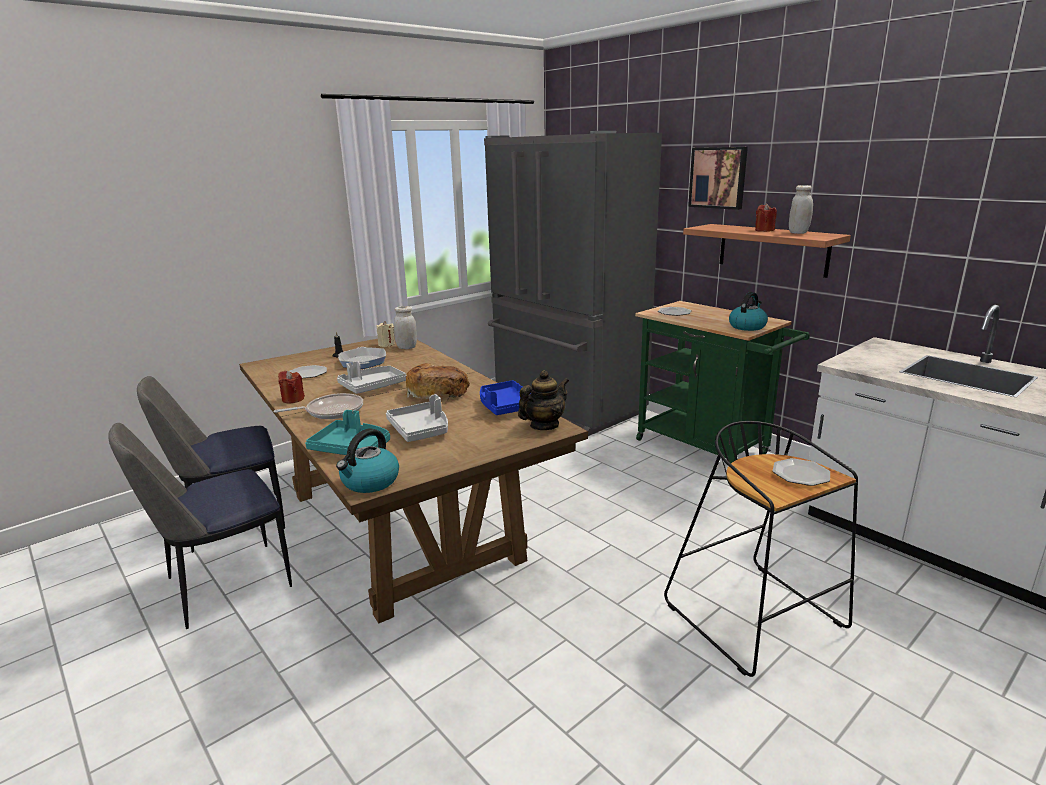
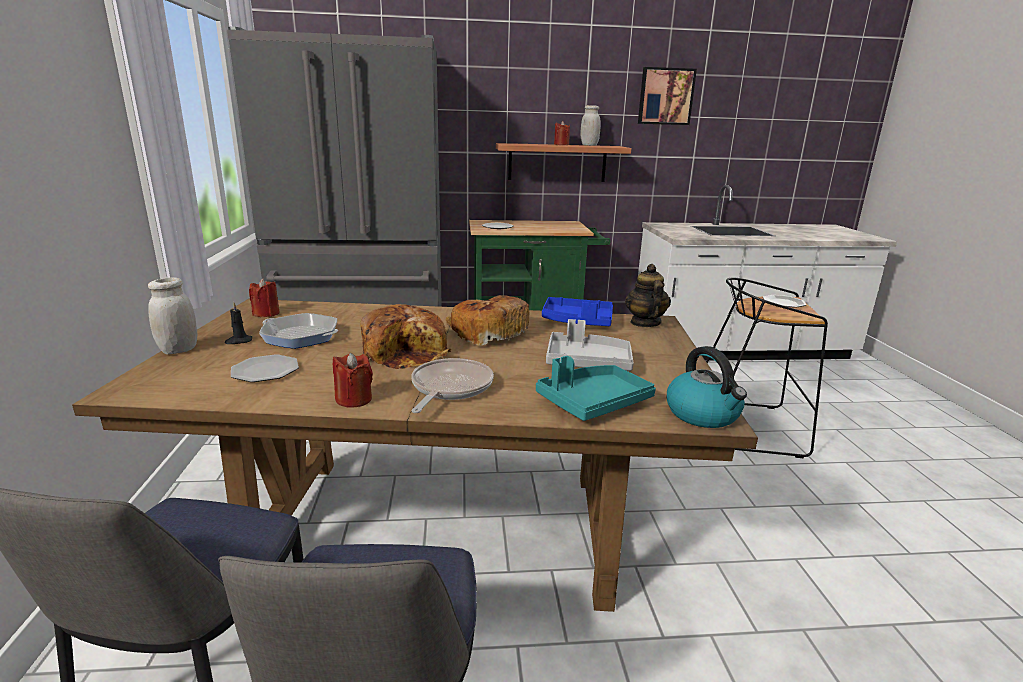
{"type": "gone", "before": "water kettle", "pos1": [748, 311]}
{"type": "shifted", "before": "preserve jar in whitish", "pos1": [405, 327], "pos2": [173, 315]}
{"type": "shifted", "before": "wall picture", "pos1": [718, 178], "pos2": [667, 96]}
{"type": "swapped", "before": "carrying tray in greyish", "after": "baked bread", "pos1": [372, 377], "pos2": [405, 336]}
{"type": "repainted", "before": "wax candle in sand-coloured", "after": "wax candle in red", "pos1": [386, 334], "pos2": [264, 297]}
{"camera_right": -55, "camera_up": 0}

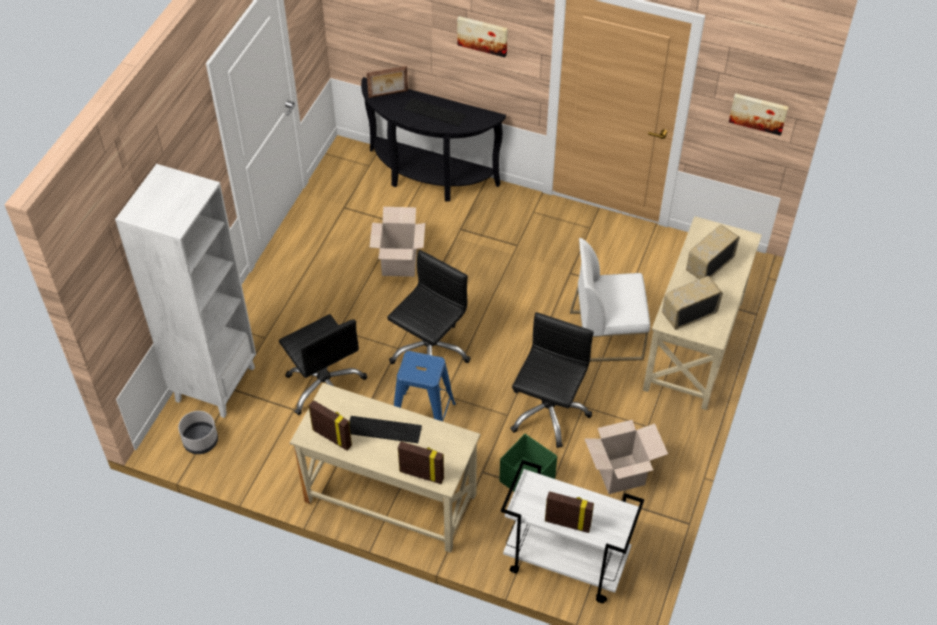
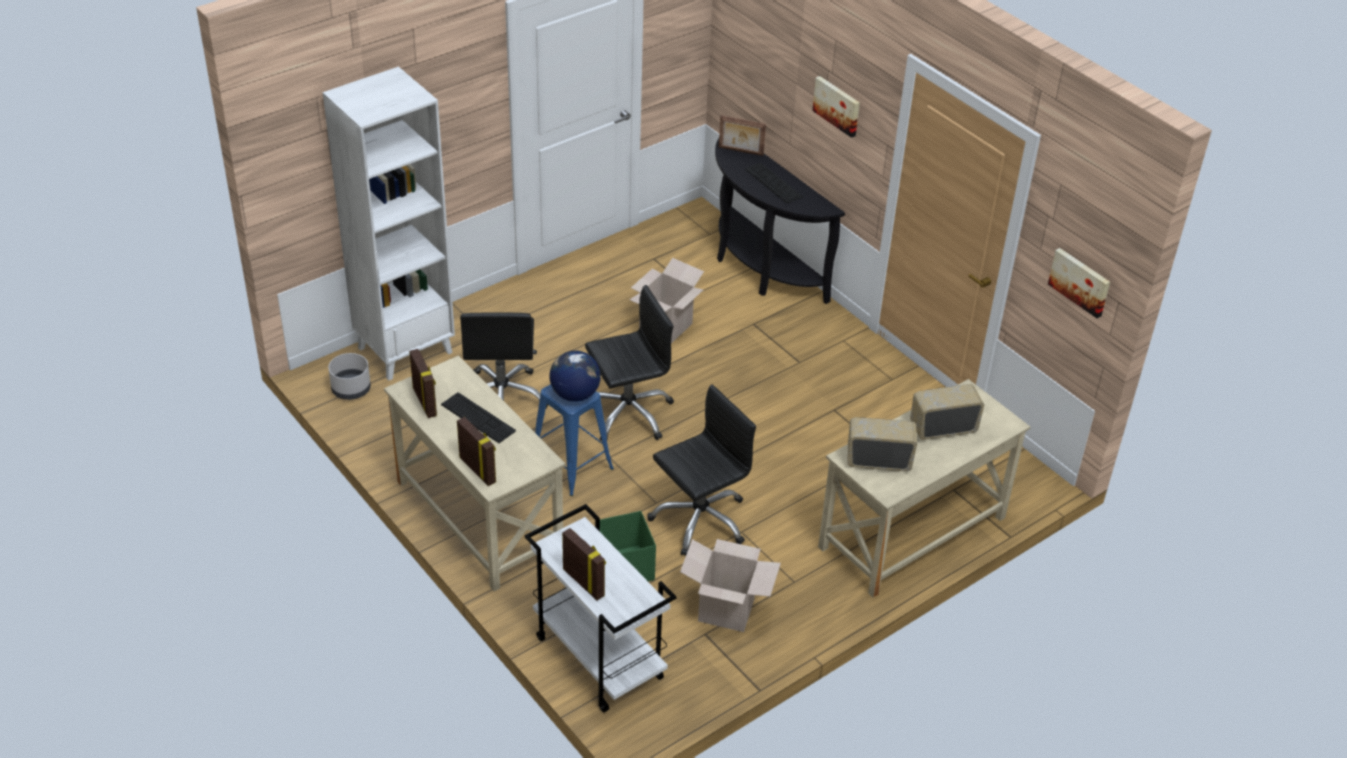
{"type": "gone", "before": "upright chair in whitish", "pos1": [610, 300]}
{"type": "new", "after": "desk globe", "pos2": [575, 376]}
{"camera_right": 30, "camera_up": -10}

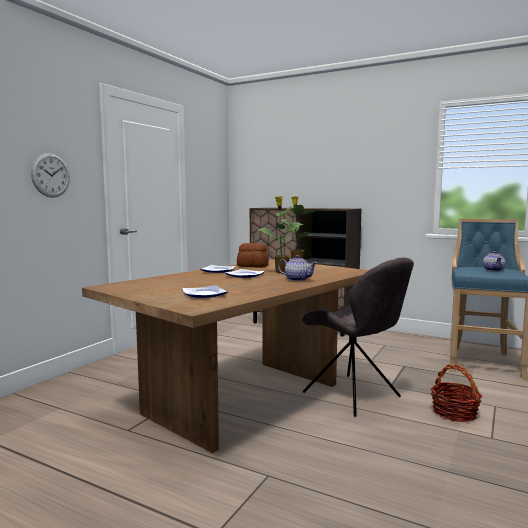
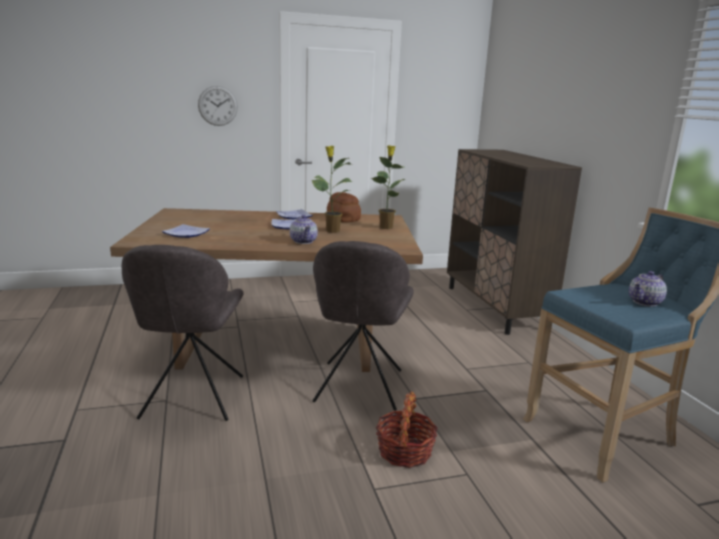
{"type": "new", "after": "upright chair in greyish", "pos2": [182, 333]}
{"camera_right": 45, "camera_up": 10}

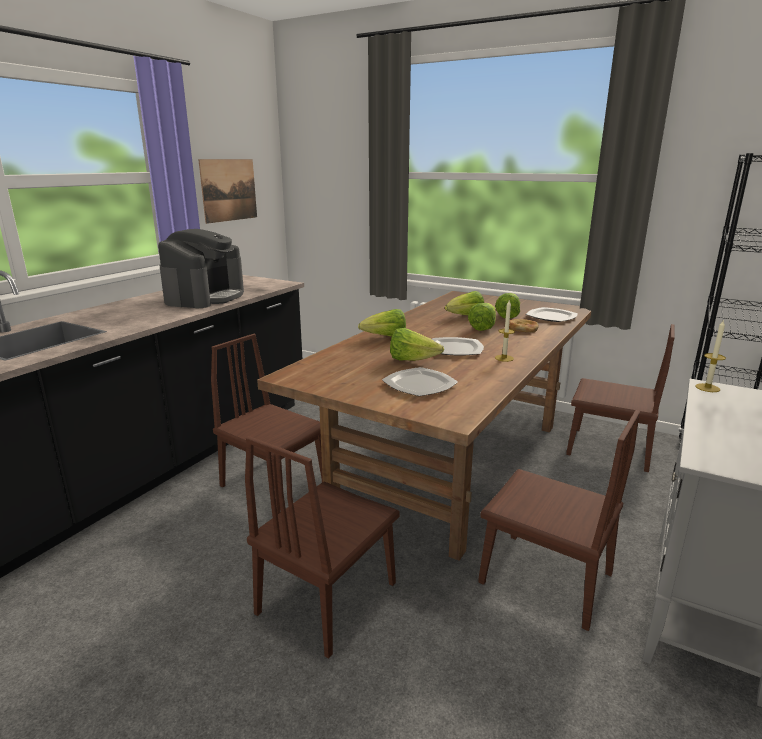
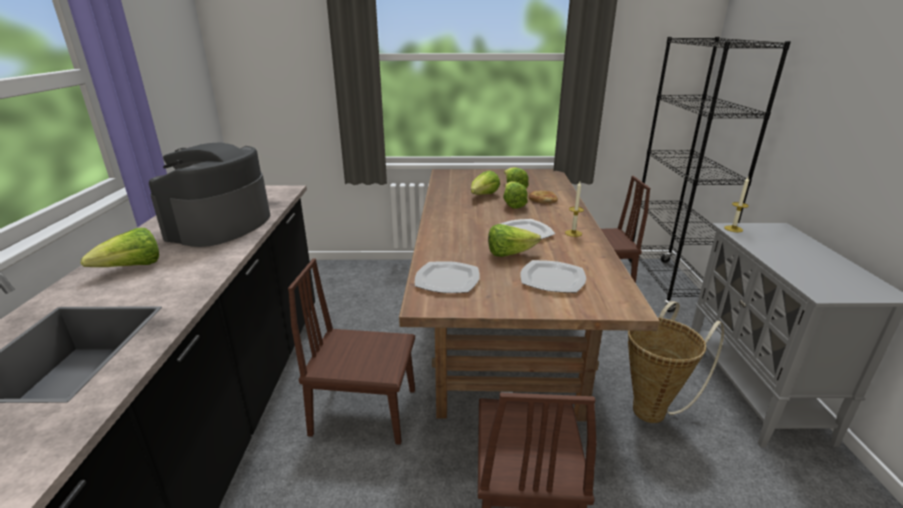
{"type": "gone", "before": "wall picture", "pos1": [227, 191]}
{"type": "shifted", "before": "head of lettuce", "pos1": [382, 323], "pos2": [120, 247]}
{"type": "shifted", "before": "plate", "pos1": [552, 314], "pos2": [447, 277]}
{"type": "swapped", "before": "upright chair in brown", "after": "household basket", "pos1": [559, 520], "pos2": [676, 362]}
{"type": "rotated", "before": "coffee maker", "pos1": [201, 268], "pos2": [210, 194], "turn": -150}
{"camera_right": -30, "camera_up": 5}

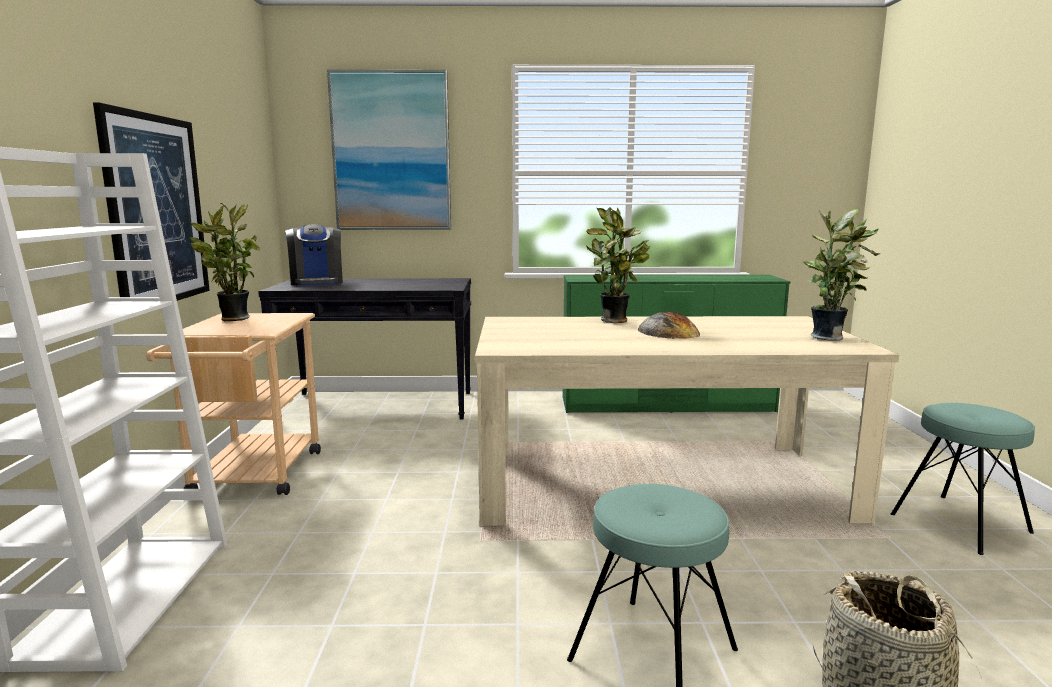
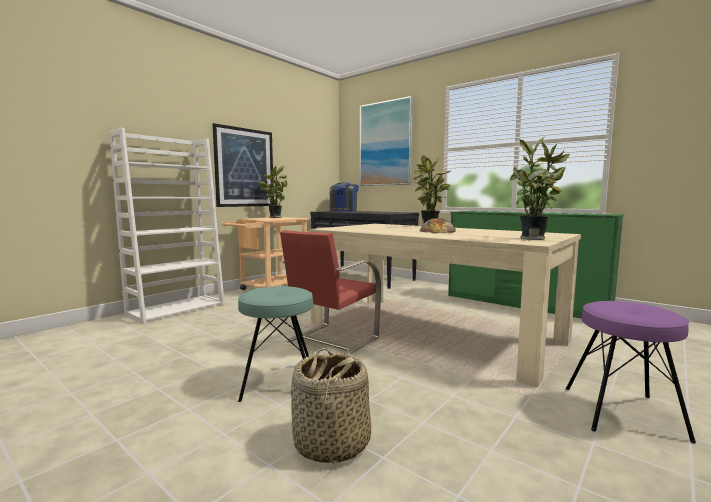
{"type": "new", "after": "upright chair in red", "pos2": [330, 292]}
{"type": "repainted", "before": "stool in blue-green", "after": "stool in purplish", "pos1": [963, 479], "pos2": [630, 372]}
{"camera_right": 40, "camera_up": -5}

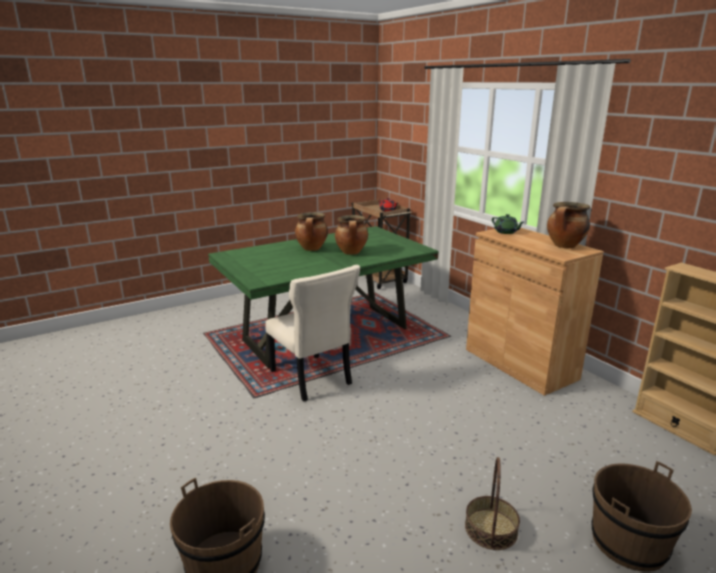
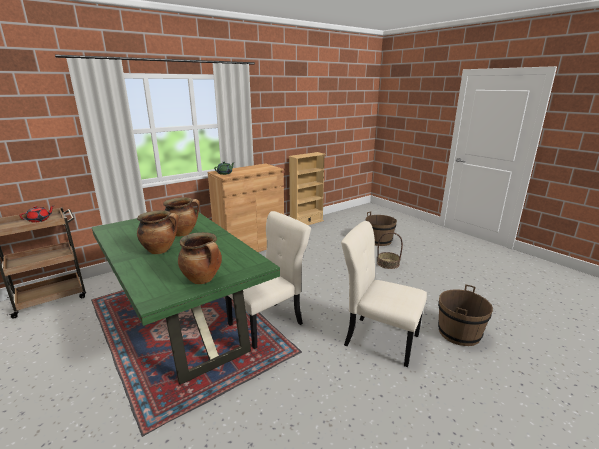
{"type": "new", "after": "upright chair in sand-coloured", "pos2": [384, 294]}
{"type": "shifted", "before": "stockpot", "pos1": [568, 225], "pos2": [200, 258]}
{"camera_right": -95, "camera_up": 0}

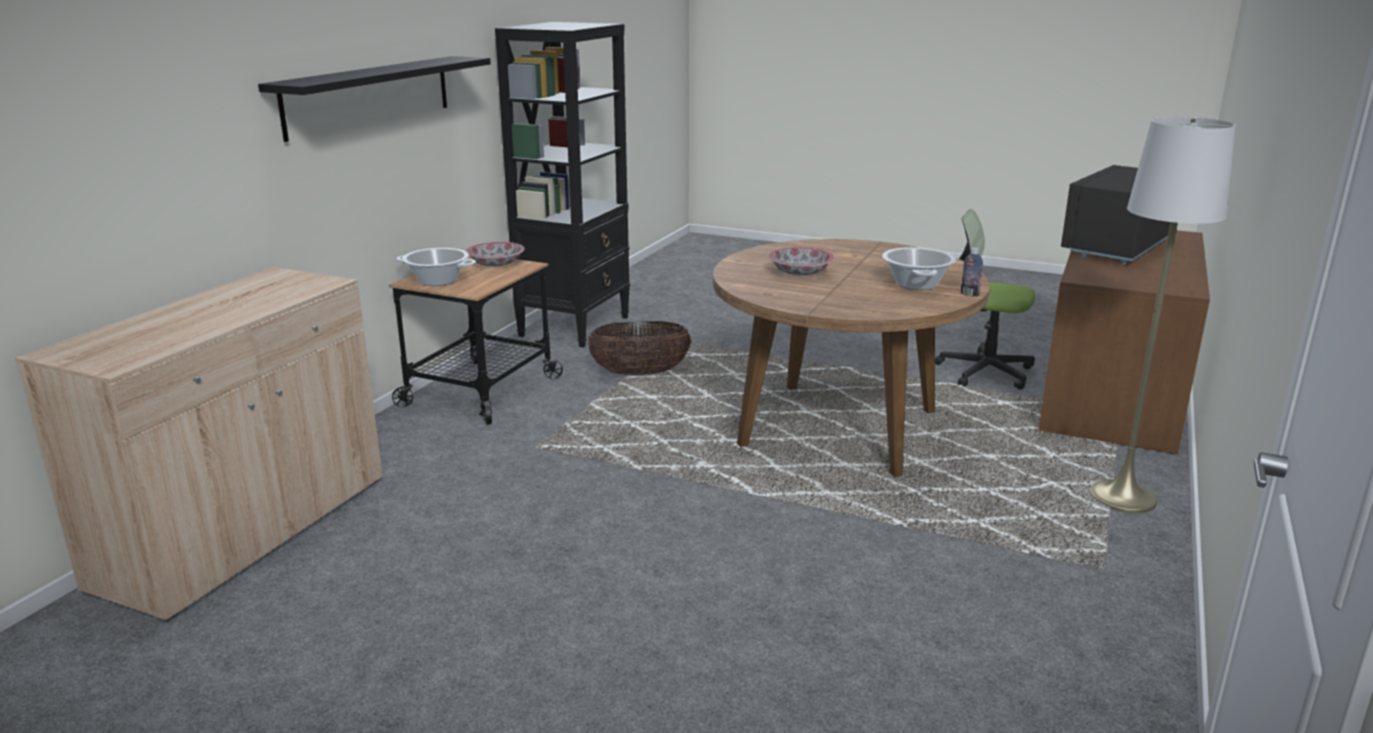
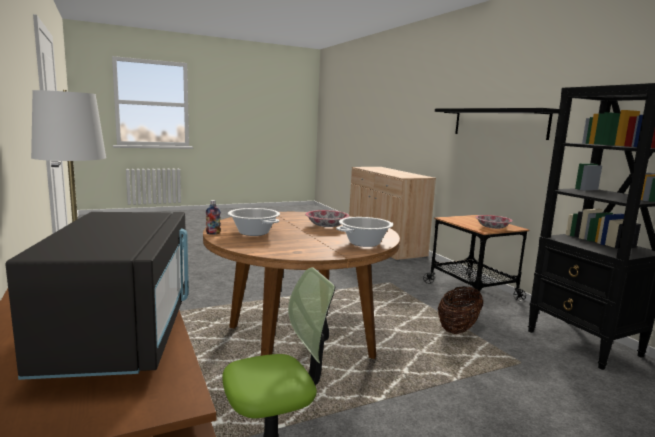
{"type": "shifted", "before": "stockpot", "pos1": [436, 267], "pos2": [364, 232]}
{"camera_right": 130, "camera_up": -10}

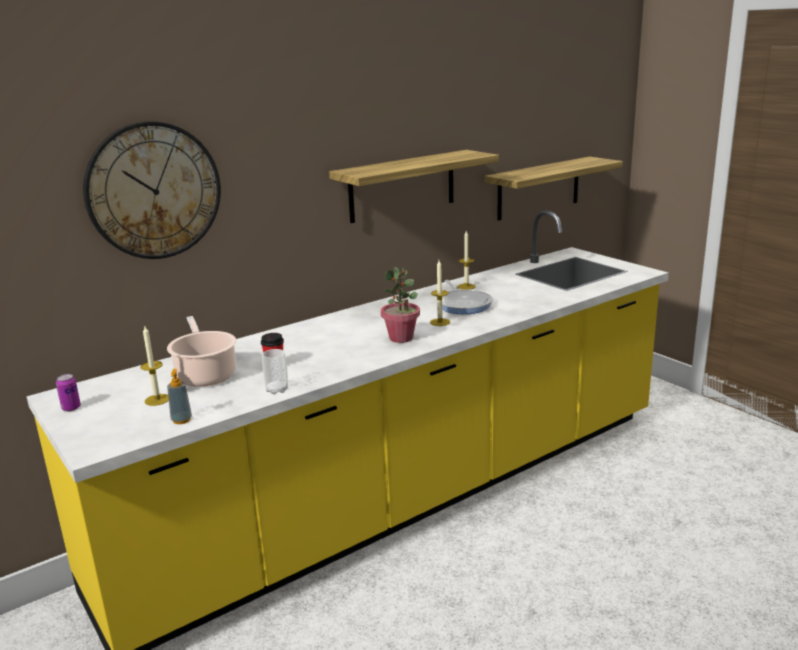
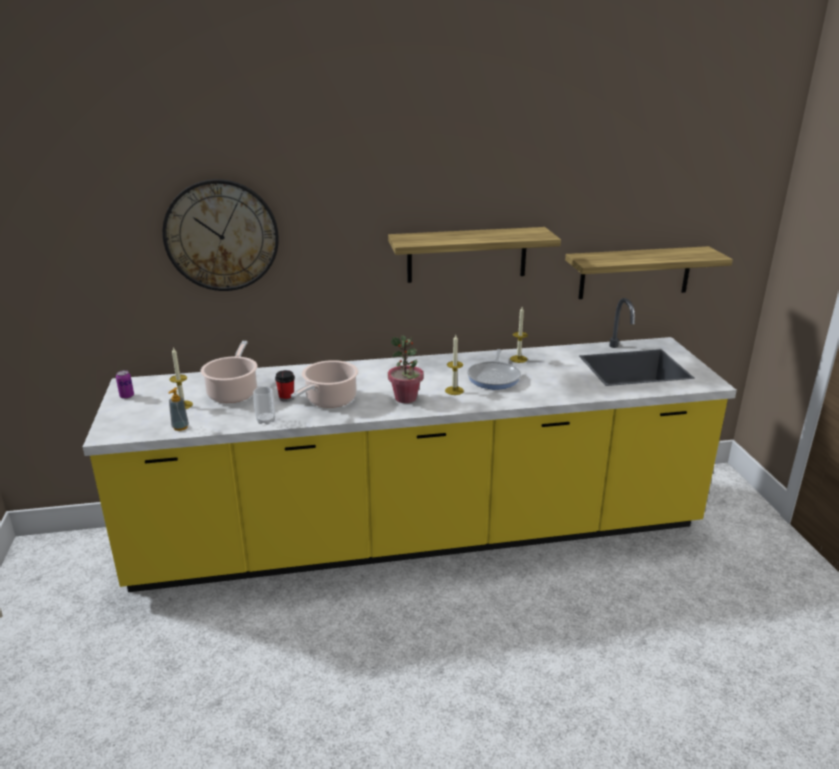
{"type": "new", "after": "stockpot", "pos2": [324, 384]}
{"camera_right": 25, "camera_up": 5}

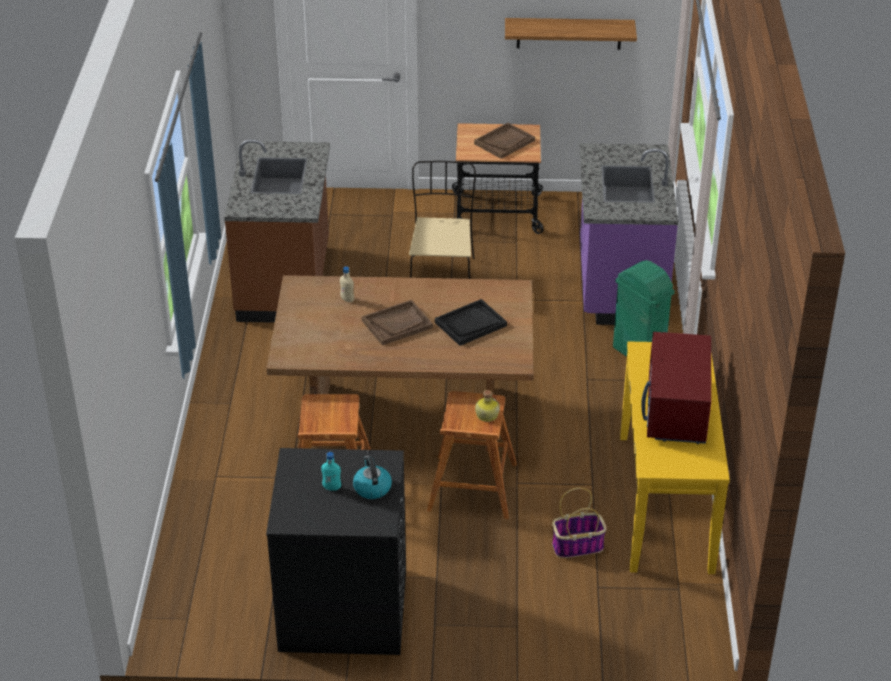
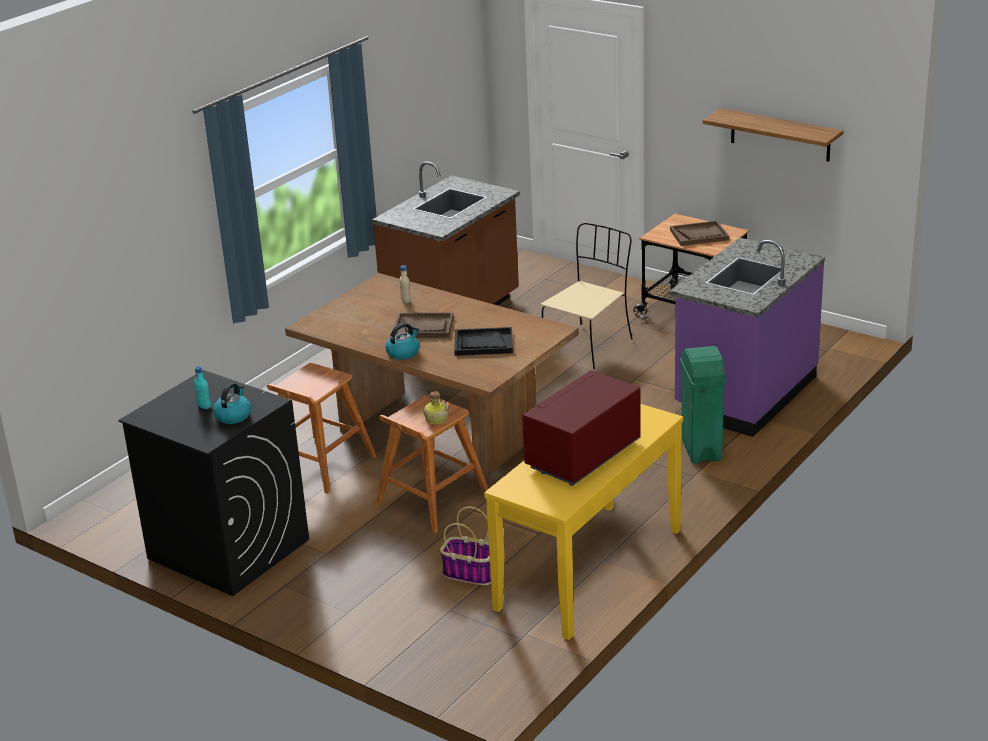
{"type": "new", "after": "water kettle", "pos2": [402, 341]}
{"camera_right": 35, "camera_up": -10}

